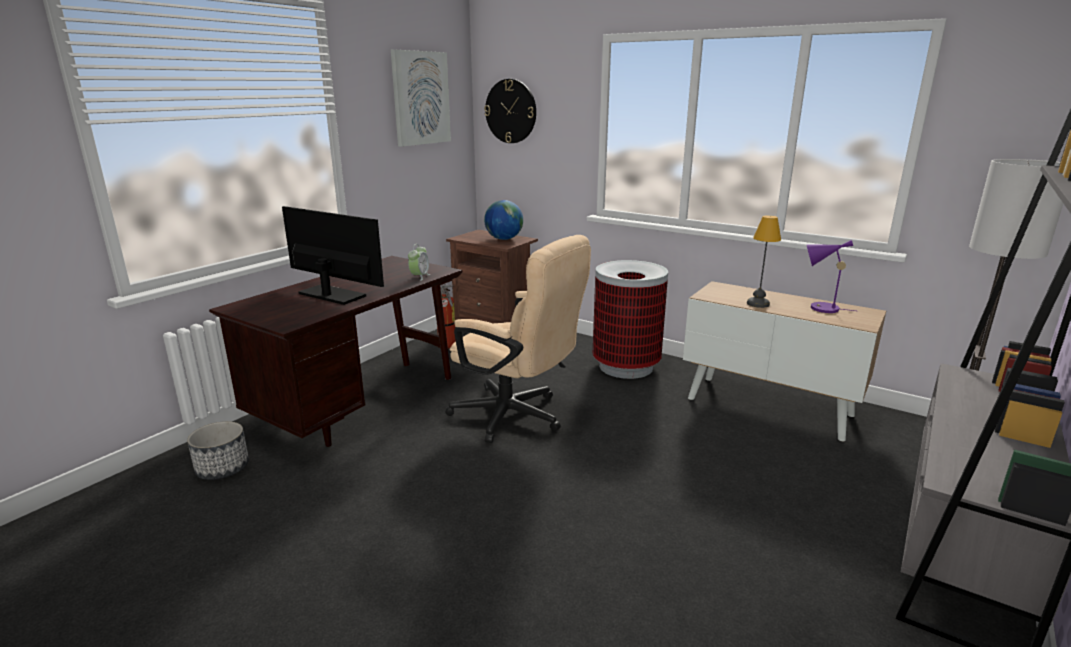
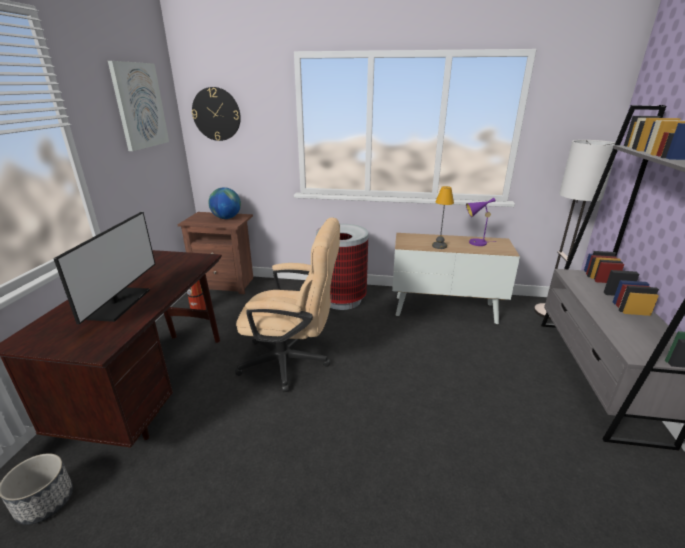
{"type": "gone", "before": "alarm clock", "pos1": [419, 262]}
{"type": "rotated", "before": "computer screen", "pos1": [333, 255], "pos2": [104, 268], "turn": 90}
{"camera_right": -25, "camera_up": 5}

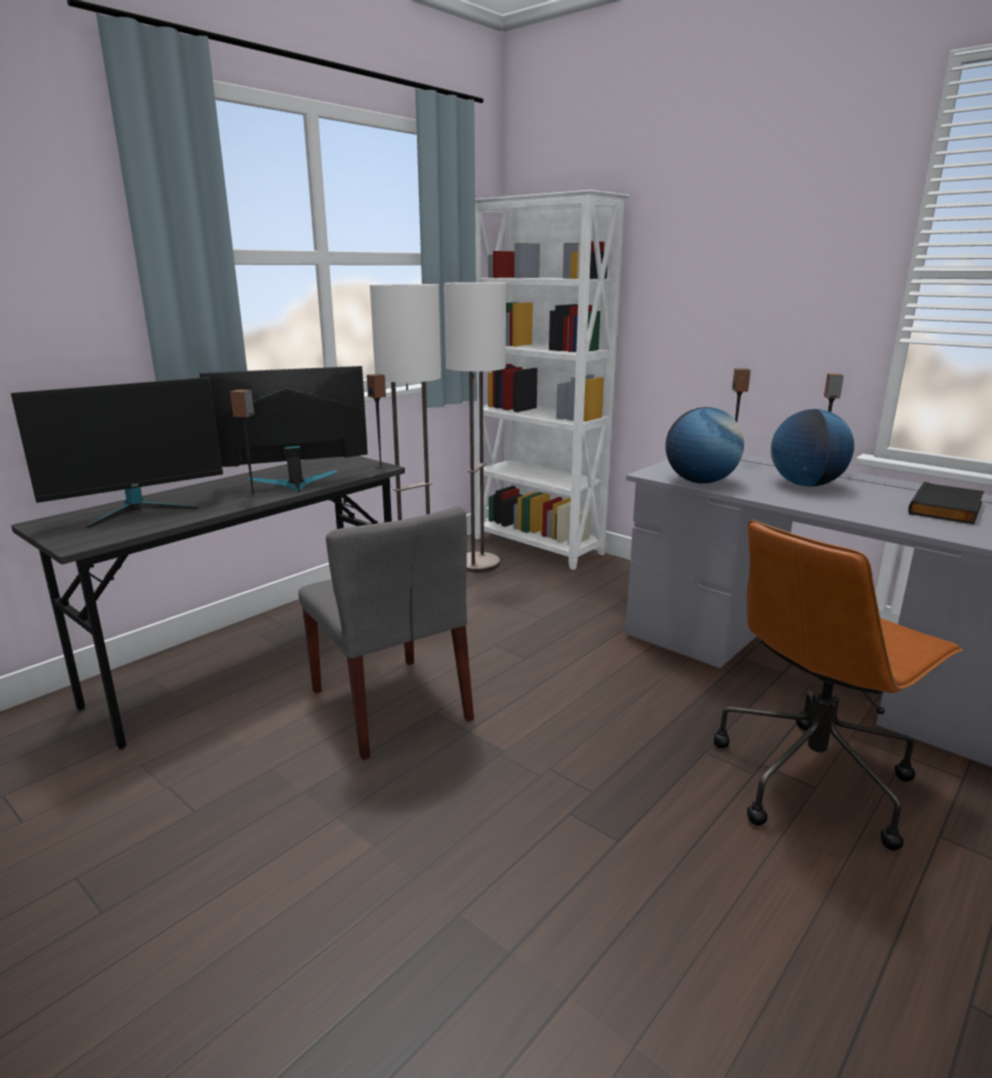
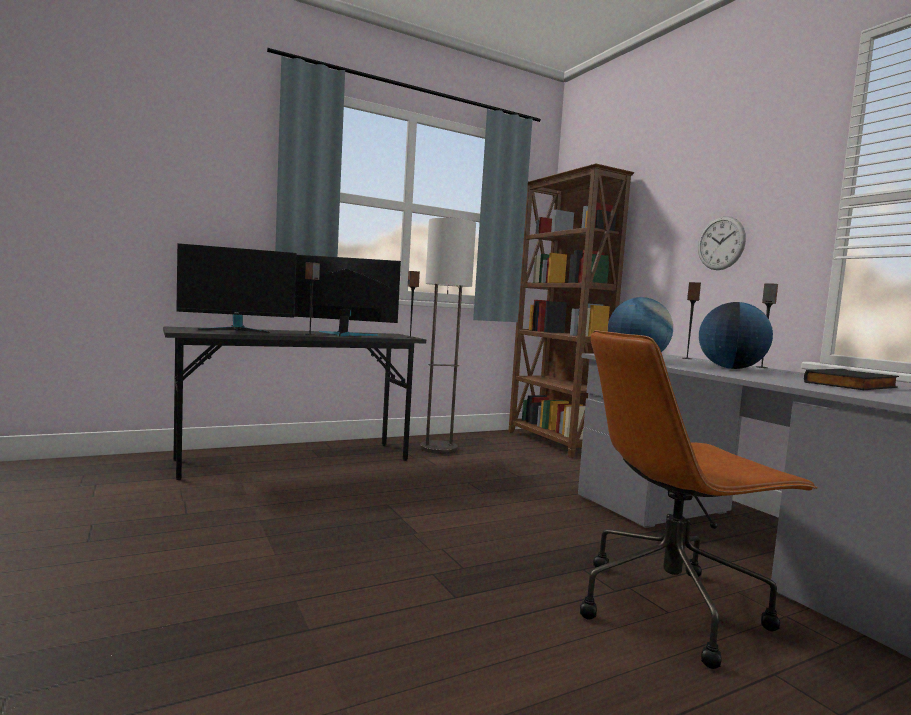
{"type": "gone", "before": "upright chair in greyish", "pos1": [386, 633]}
{"type": "gone", "before": "standing lamp", "pos1": [475, 427]}
{"type": "new", "after": "hanging clock", "pos2": [722, 243]}
{"type": "repainted", "before": "bookshelf in whitish", "after": "bookshelf in brown", "pos1": [551, 380], "pos2": [571, 310]}
{"camera_right": 20, "camera_up": -15}

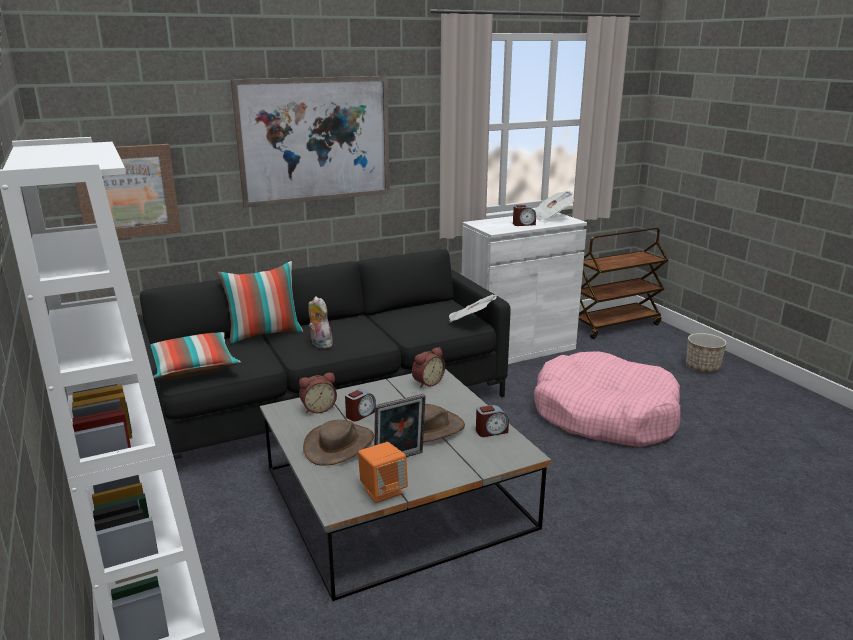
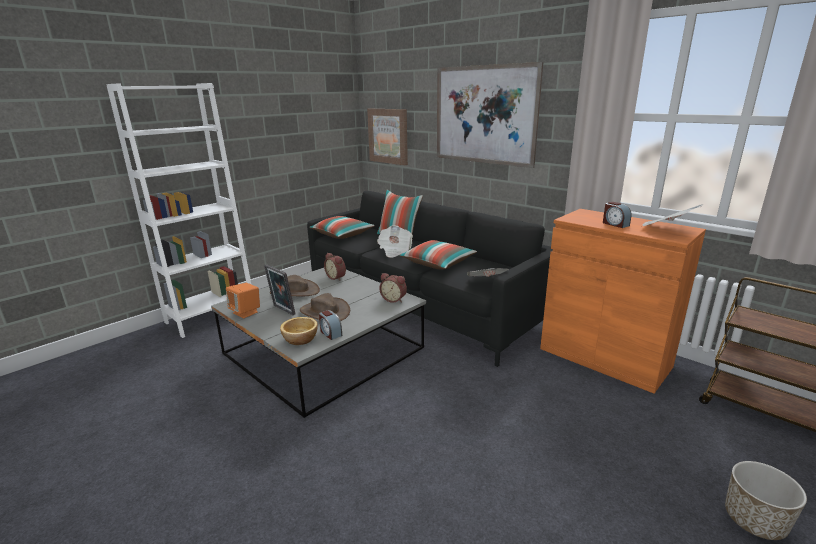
{"type": "gone", "before": "alarm clock", "pos1": [360, 405]}
{"type": "gone", "before": "pet bed in pink-coloured", "pos1": [607, 399]}
{"type": "new", "after": "deep dish", "pos2": [299, 331]}
{"type": "new", "after": "cushion", "pos2": [438, 254]}
{"type": "swapped", "before": "plush toy", "after": "printed paper", "pos1": [321, 322], "pos2": [395, 241]}
{"type": "repainted", "before": "cupboard in whitish", "after": "cupboard in orangey", "pos1": [524, 288], "pos2": [623, 301]}
{"camera_right": 70, "camera_up": 0}

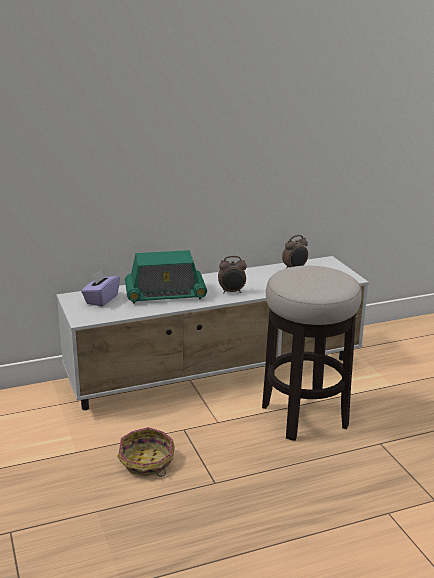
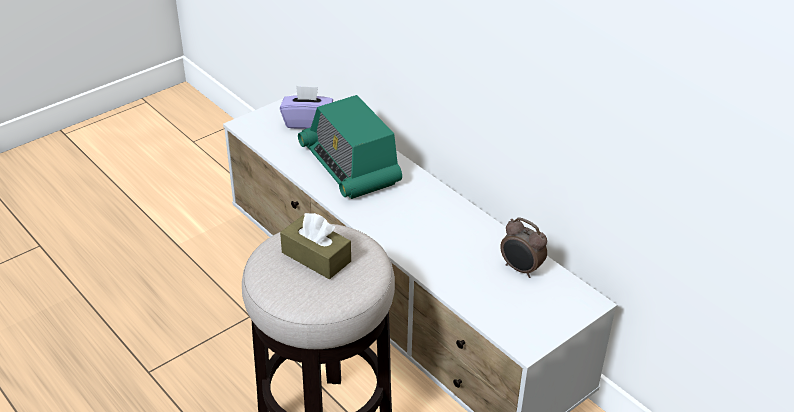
{"type": "gone", "before": "household basket", "pos1": [146, 452]}
{"type": "gone", "before": "alarm clock", "pos1": [232, 275]}
{"type": "new", "after": "tissue box in brown", "pos2": [315, 246]}
{"camera_right": 70, "camera_up": 15}

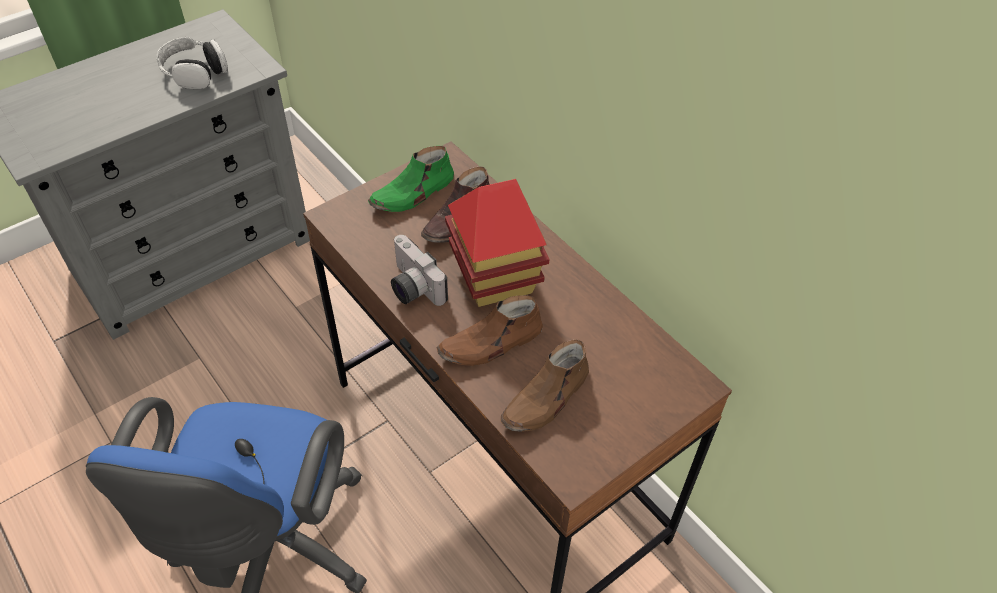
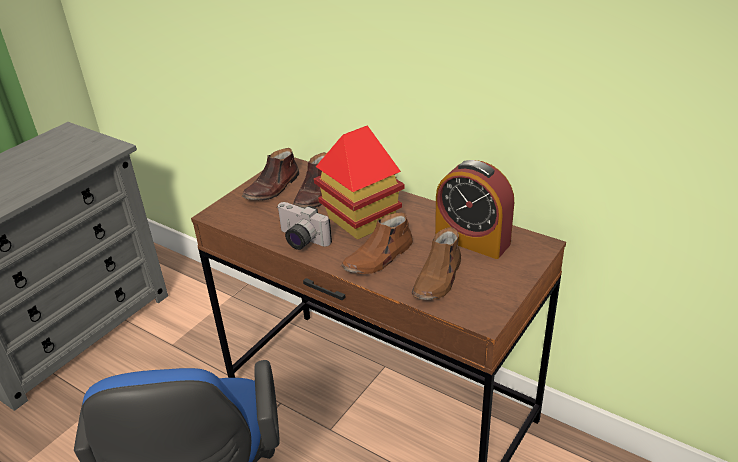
{"type": "gone", "before": "pair of headphones", "pos1": [192, 63]}
{"type": "new", "after": "alarm clock", "pos2": [474, 209]}
{"type": "repainted", "before": "item of footwear in green-coloured", "after": "item of footwear in brown", "pos1": [411, 179], "pos2": [270, 174]}
{"camera_right": -15, "camera_up": -15}

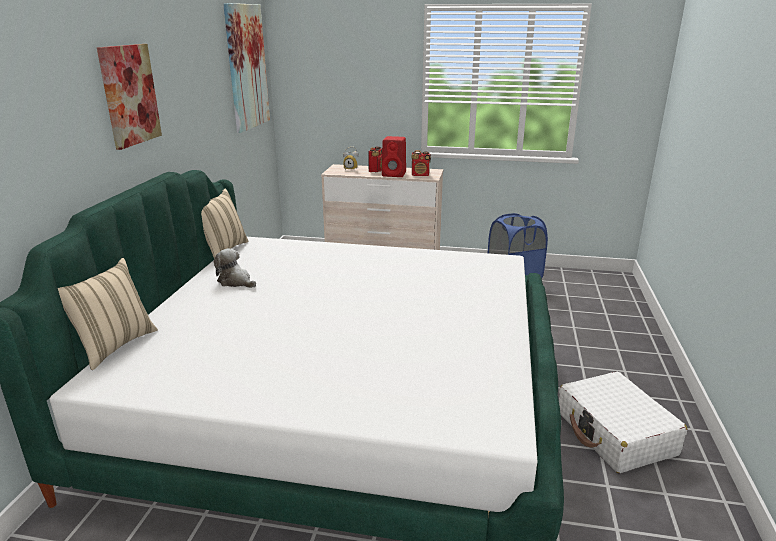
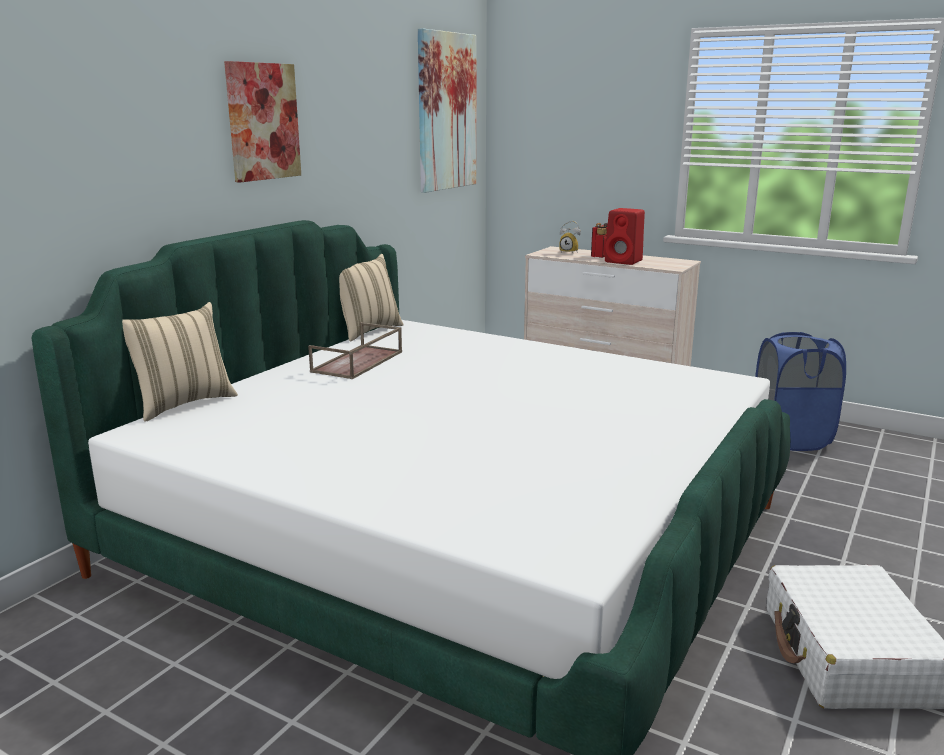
{"type": "gone", "before": "radio receiver", "pos1": [421, 163]}
{"type": "swapped", "before": "plush toy", "after": "carrying tray in brown", "pos1": [235, 268], "pos2": [355, 350]}
{"camera_right": 20, "camera_up": -5}

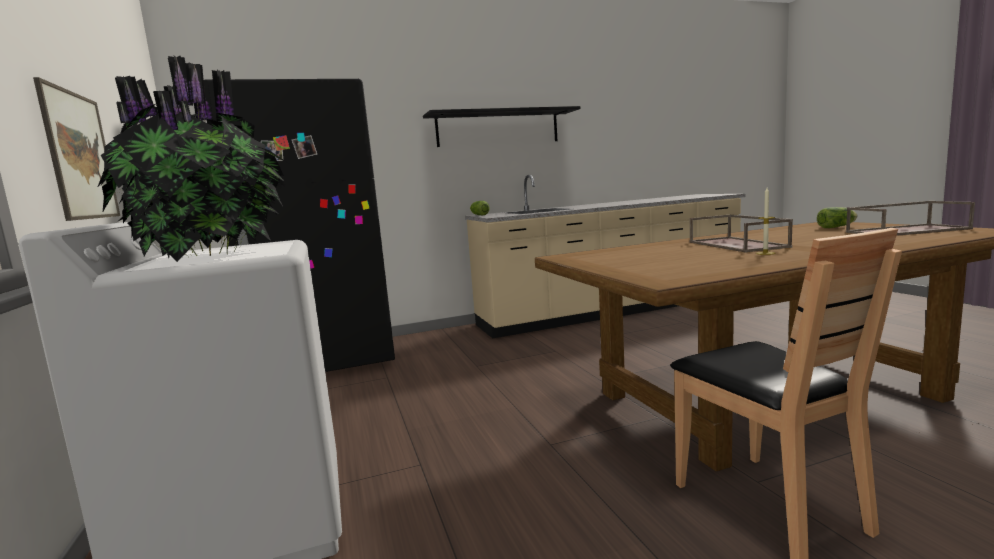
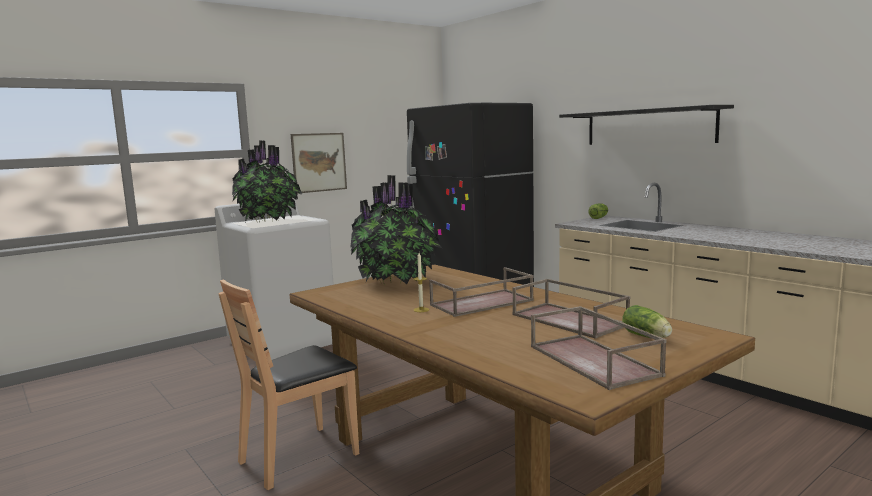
{"type": "new", "after": "potted plant", "pos2": [396, 230]}
{"type": "new", "after": "carrying tray in brown", "pos2": [572, 309]}
{"camera_right": 70, "camera_up": 0}

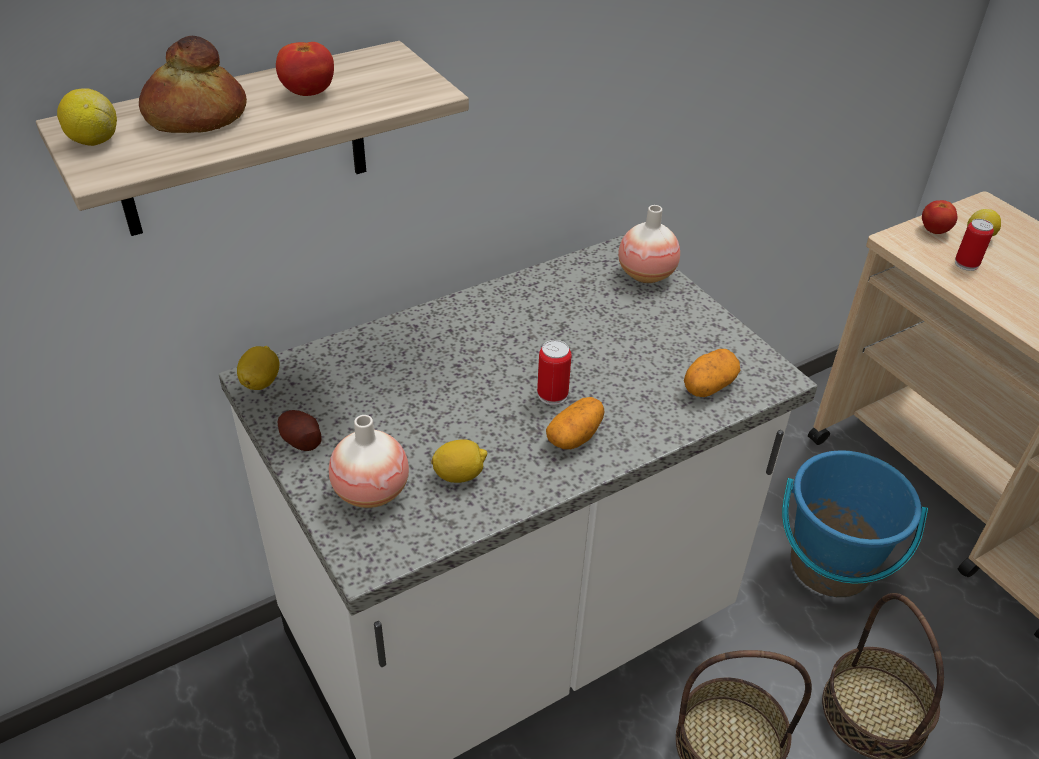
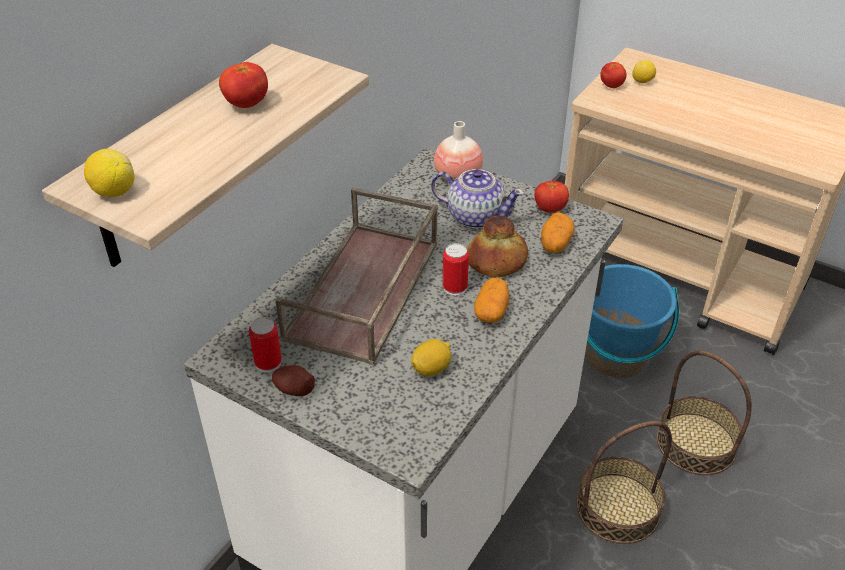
{"type": "gone", "before": "citrus fruit", "pos1": [258, 368]}
{"type": "gone", "before": "vase", "pos1": [369, 461]}
{"type": "new", "after": "carrying tray in brown", "pos2": [356, 276]}
{"type": "new", "after": "pot for tea", "pos2": [477, 198]}
{"type": "new", "after": "fresh tomato", "pos2": [552, 197]}
{"type": "shifted", "before": "baked bread", "pos1": [193, 84], "pos2": [497, 247]}
{"type": "shifted", "before": "sealed can", "pos1": [974, 245], "pos2": [265, 345]}
{"camera_right": -25, "camera_up": 0}

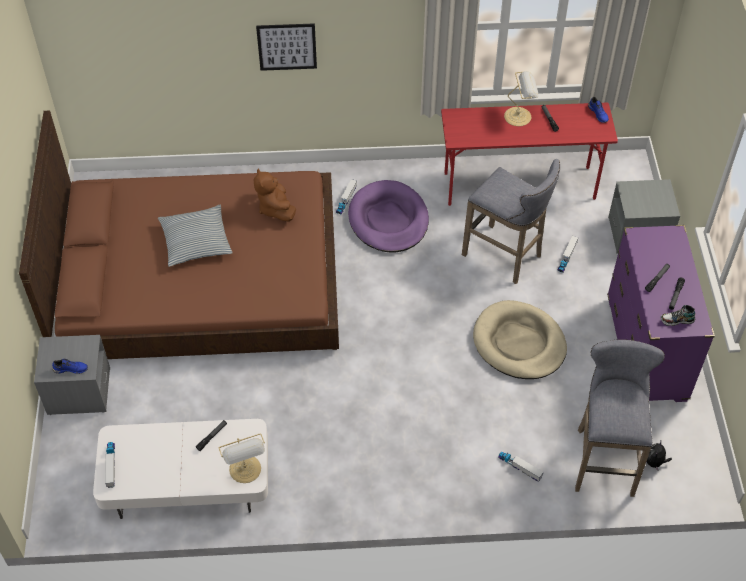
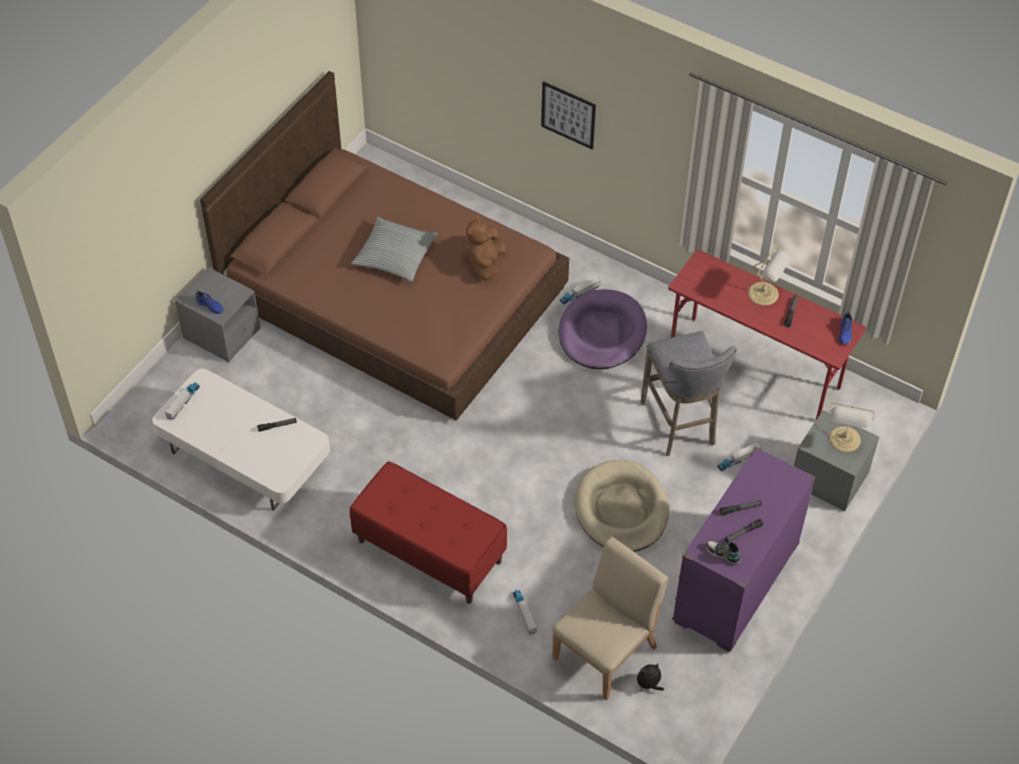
{"type": "new", "after": "bench in red", "pos2": [428, 532]}
{"type": "shifted", "before": "tabletop lamp", "pos1": [241, 458], "pos2": [852, 427]}
{"type": "swapped", "before": "stool in greyish", "after": "upright chair in sand-coloured", "pos1": [620, 418], "pos2": [610, 618]}
{"camera_right": 35, "camera_up": 0}

